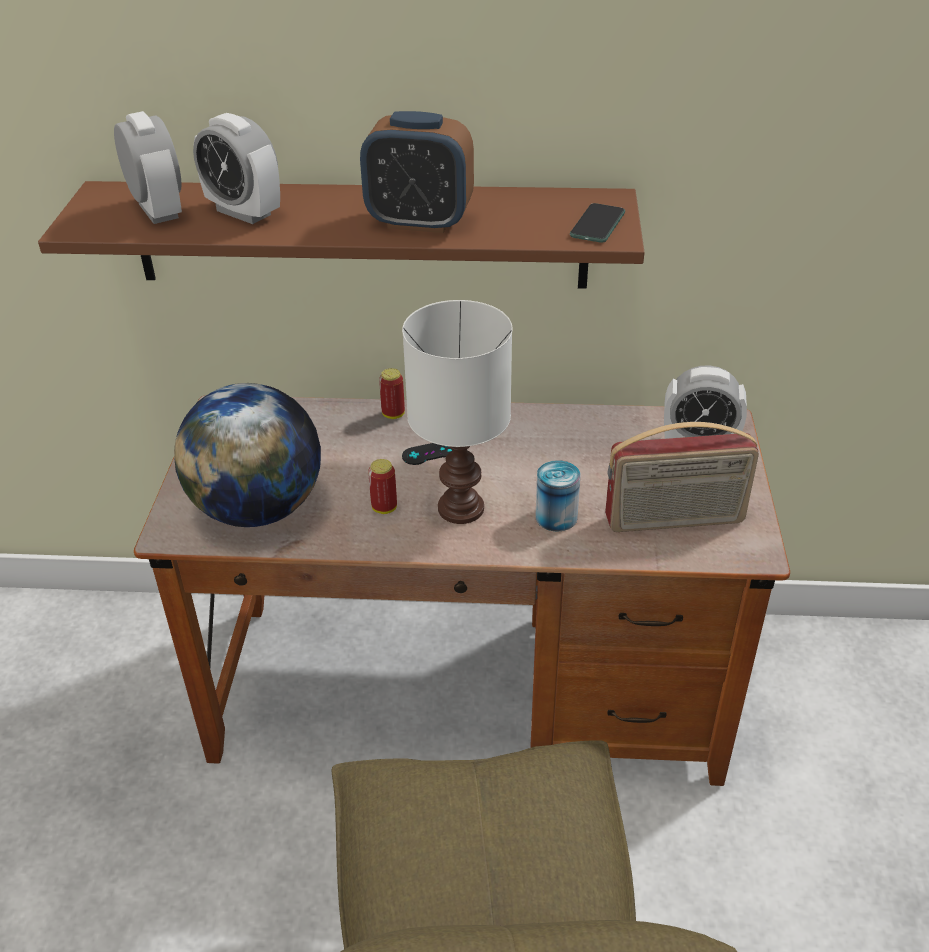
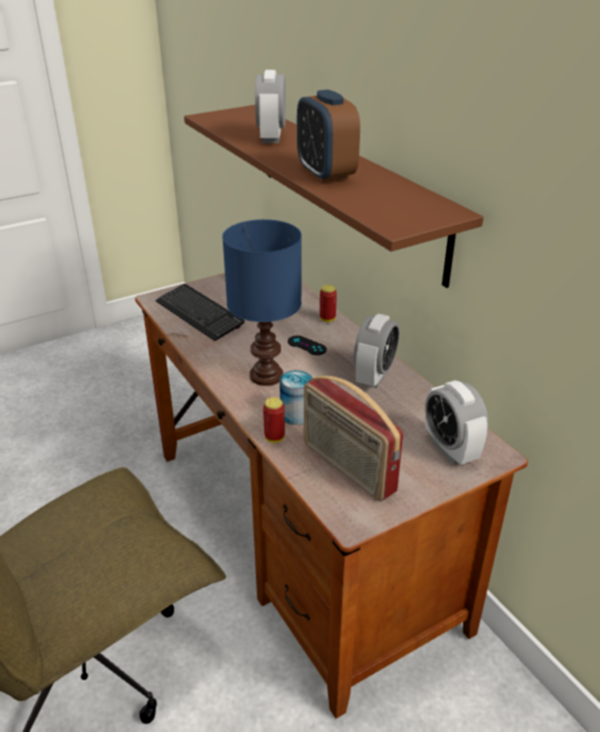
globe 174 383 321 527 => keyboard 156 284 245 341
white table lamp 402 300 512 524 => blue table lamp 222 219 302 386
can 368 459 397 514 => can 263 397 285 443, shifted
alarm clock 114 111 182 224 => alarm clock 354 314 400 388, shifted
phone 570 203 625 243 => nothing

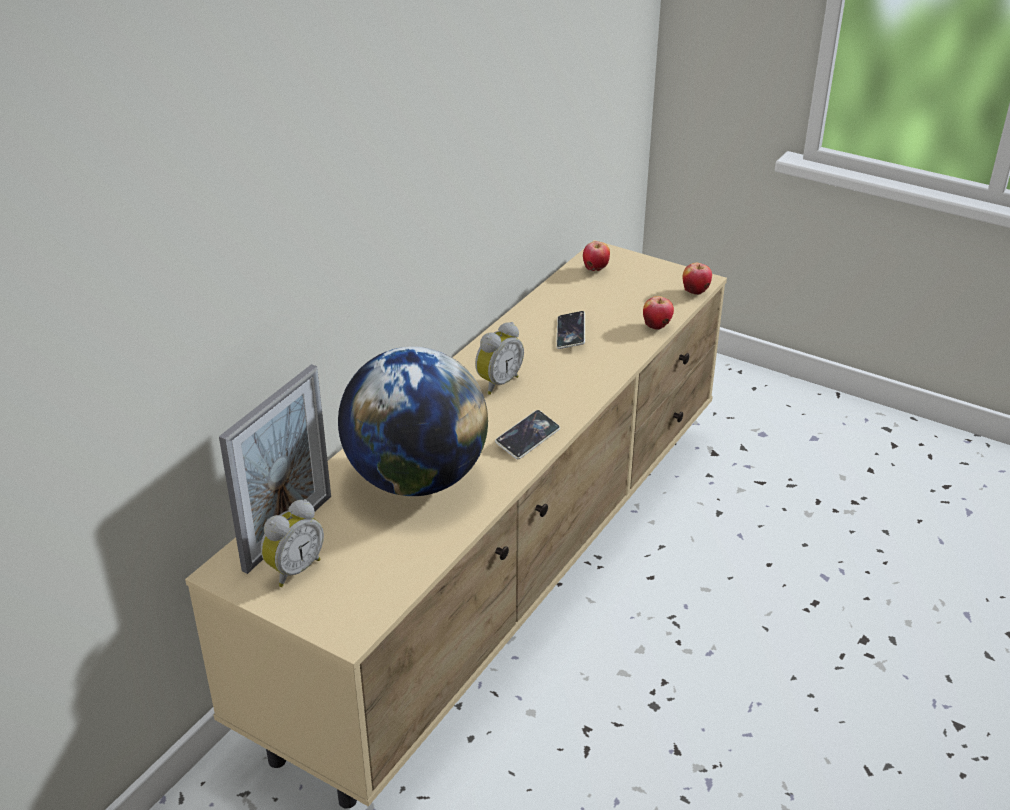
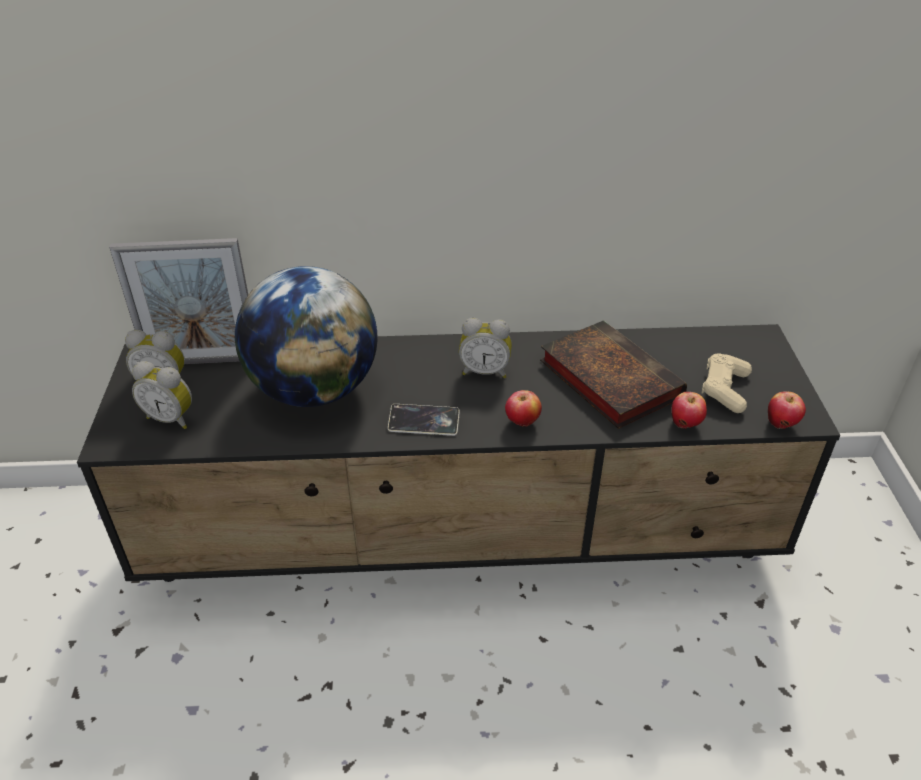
beige tv stand 185 240 727 809 => black tv stand 77 324 840 582
nothing => alarm clock 132 361 192 429
apple 583 241 610 271 => apple 505 390 542 426, shifted
phone 556 311 585 349 => book 540 320 687 429
nothing => beige game controller 701 354 752 413

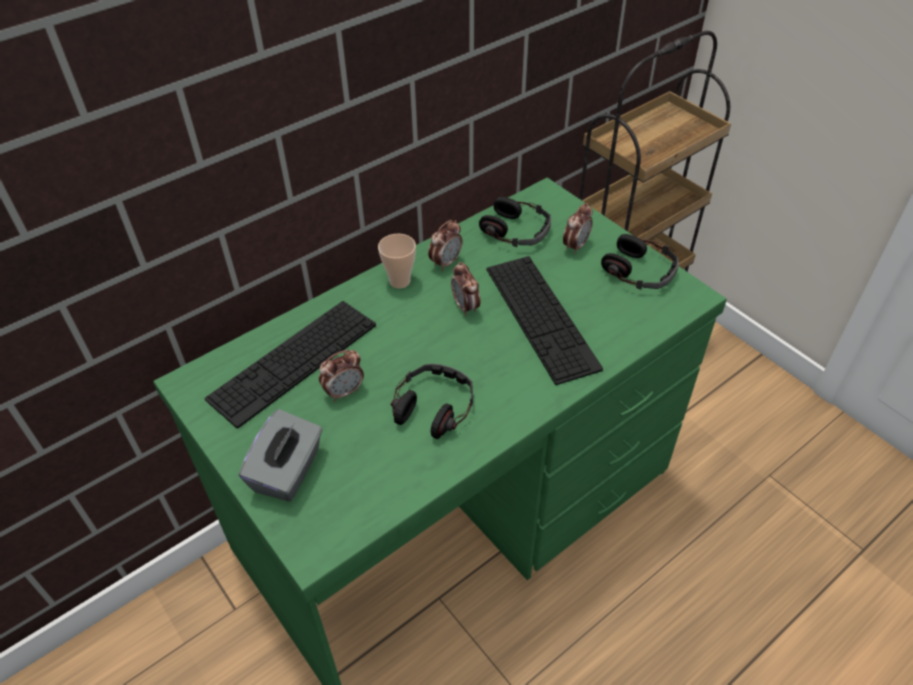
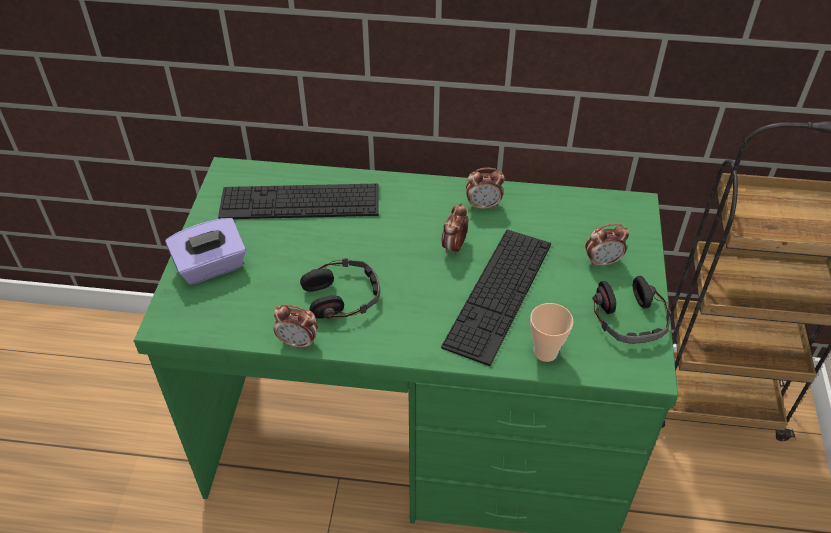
grey tissue box 239 409 322 502 => purple tissue box 165 218 246 285
alarm clock 319 350 364 402 => alarm clock 274 304 318 350, shifted
cup 378 234 416 289 => cup 530 303 573 362, shifted
headphones 479 197 551 247 => nothing

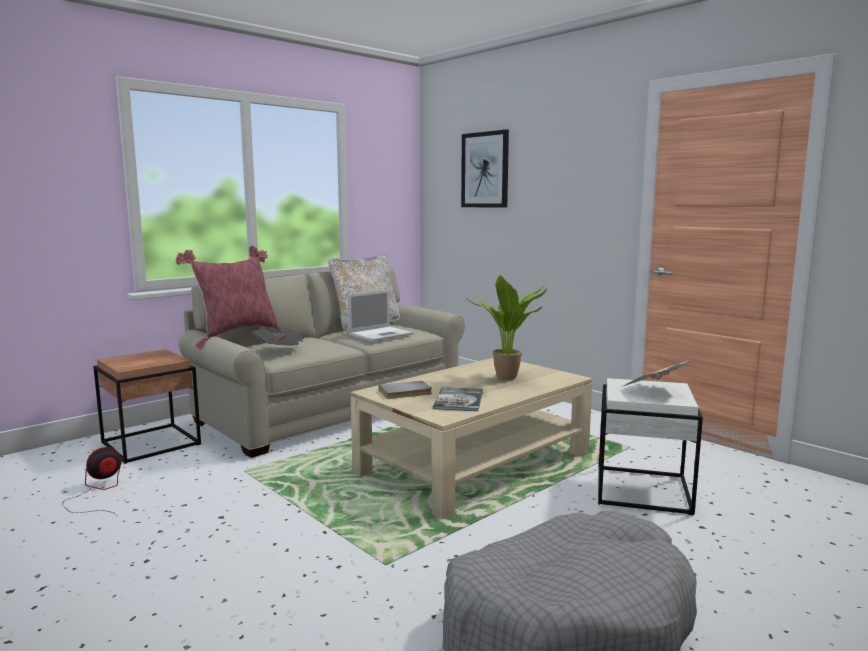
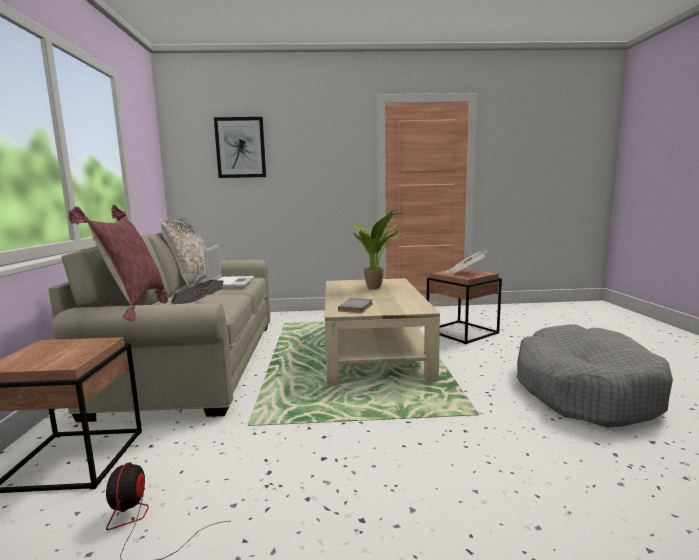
white side table 598 378 703 515 => brown side table 427 269 502 344
book 433 387 483 411 => nothing

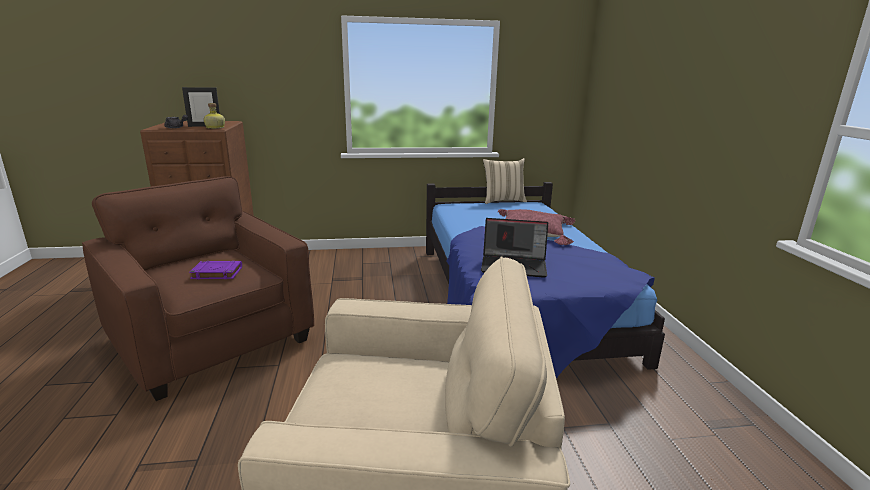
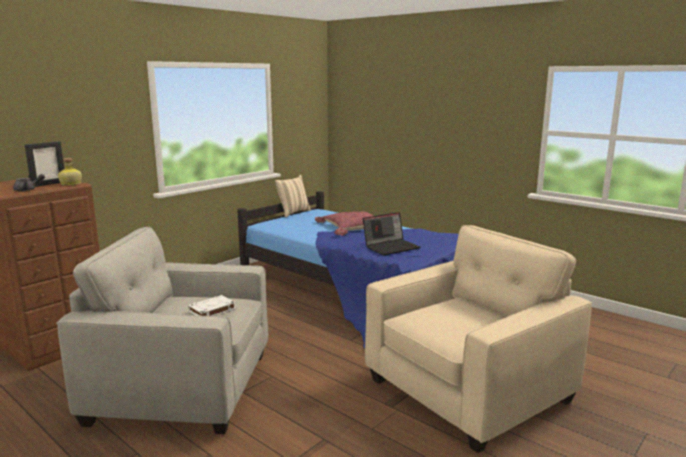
brown armchair 82 176 314 401 => grey armchair 56 227 268 434
purple book 189 261 242 279 => white book 188 295 236 316

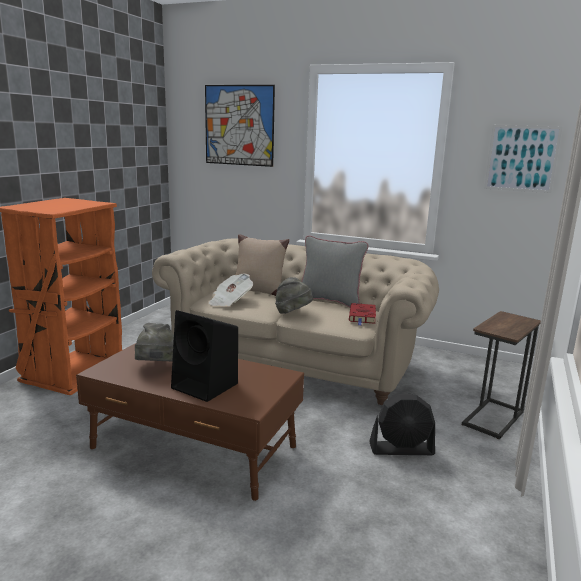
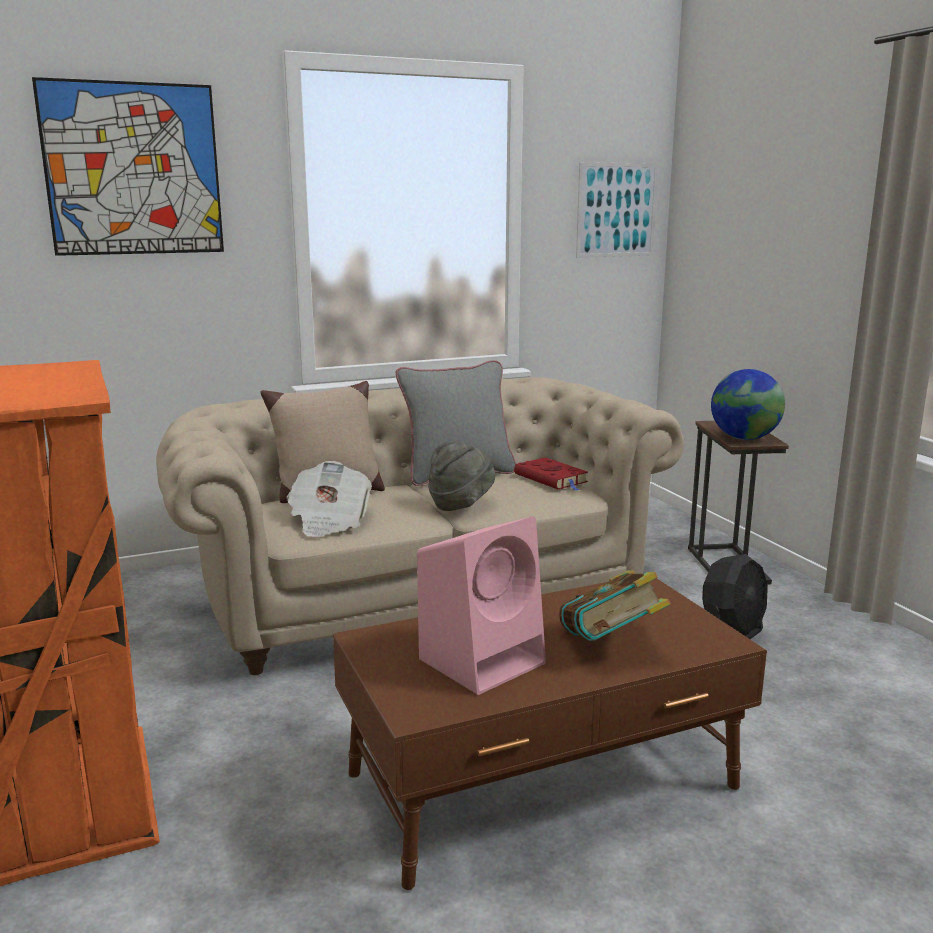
grey hat 135 323 174 361 => pink speaker 417 516 546 695
black speaker 171 310 238 402 => book 559 570 671 641
nothing => globe 711 369 785 440

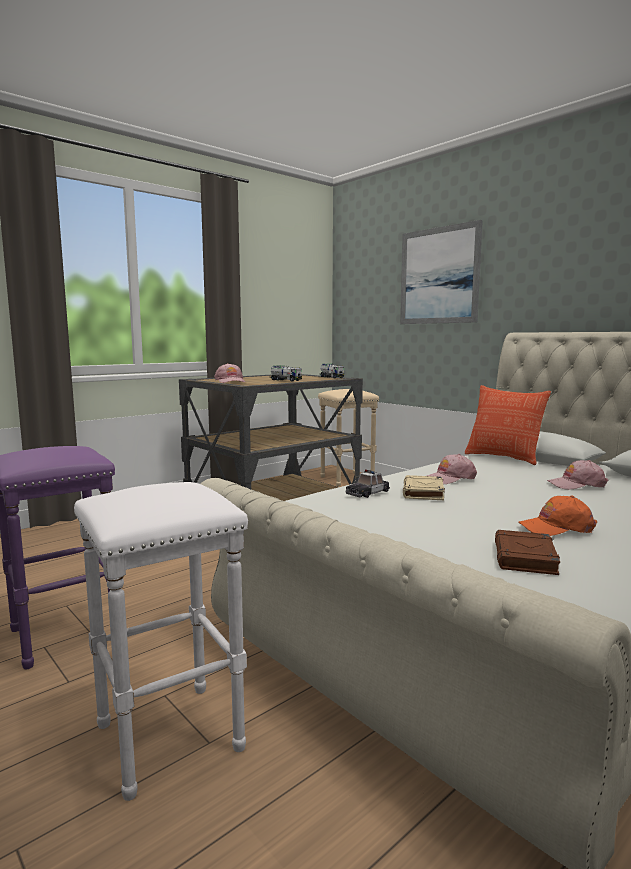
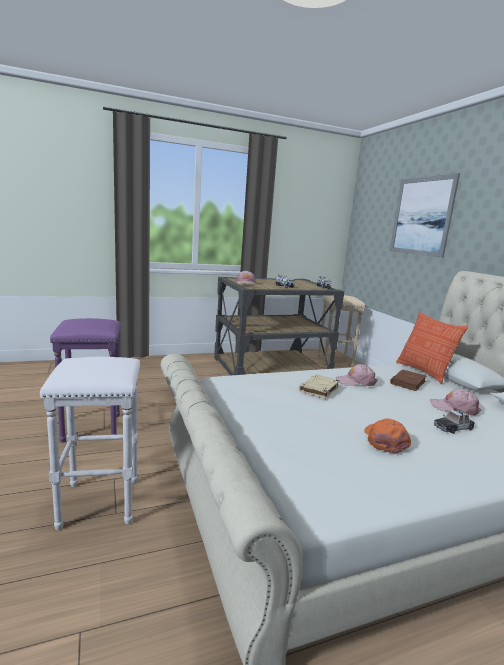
orange cap 518 495 597 536 => orange cap 364 418 411 454, 75 degrees clockwise
brown book 495 530 560 575 => brown book 390 370 426 391, shifted
toy car 345 469 390 498 => toy car 434 408 475 434, shifted

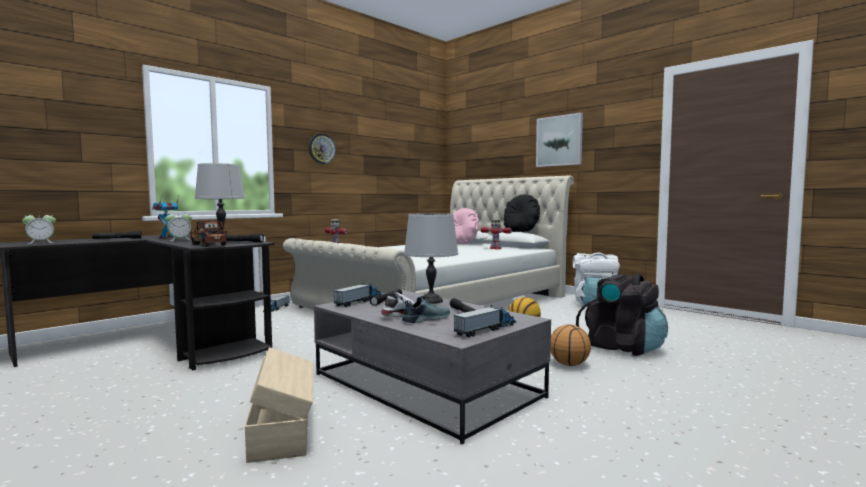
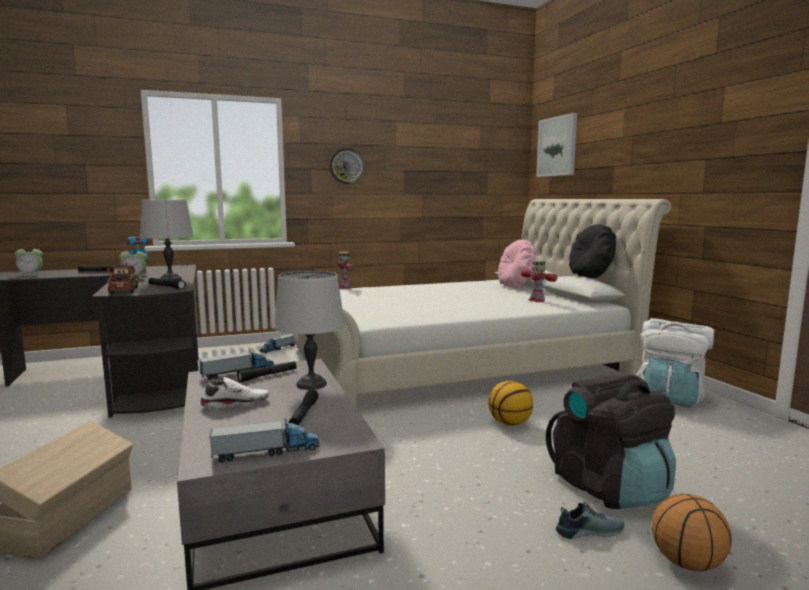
picture 536 112 583 167 => picture 536 113 577 177, shifted
shoe 402 296 450 323 => shoe 556 502 624 539, shifted
basketball 551 324 591 366 => basketball 651 494 732 571, shifted

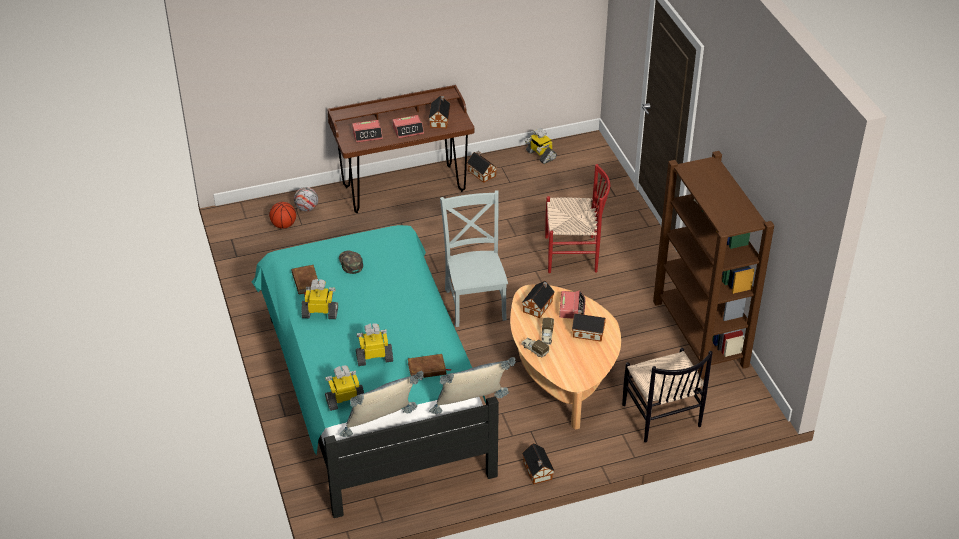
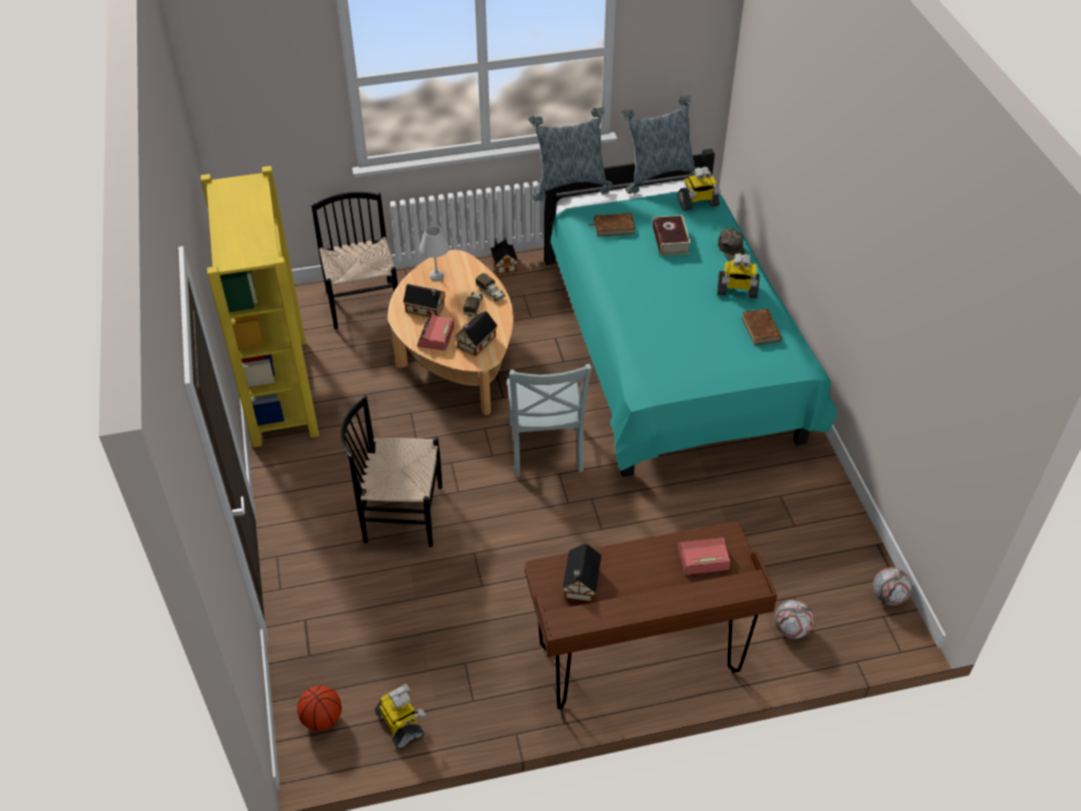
brown bookcase 653 151 774 379 => yellow bookcase 201 166 319 447
basketball 269 202 296 229 => basketball 297 685 342 731, shifted
red chair 545 164 610 273 => black chair 341 395 442 547
nothing => white table lamp 419 226 449 281
toy robot 356 323 393 366 => book 653 215 691 256
green cap 339 251 363 274 => green cap 718 228 747 262, shifted
nothing => football 873 567 912 605
alarm clock 393 115 424 138 => nothing
toy house 467 151 497 183 => nothing

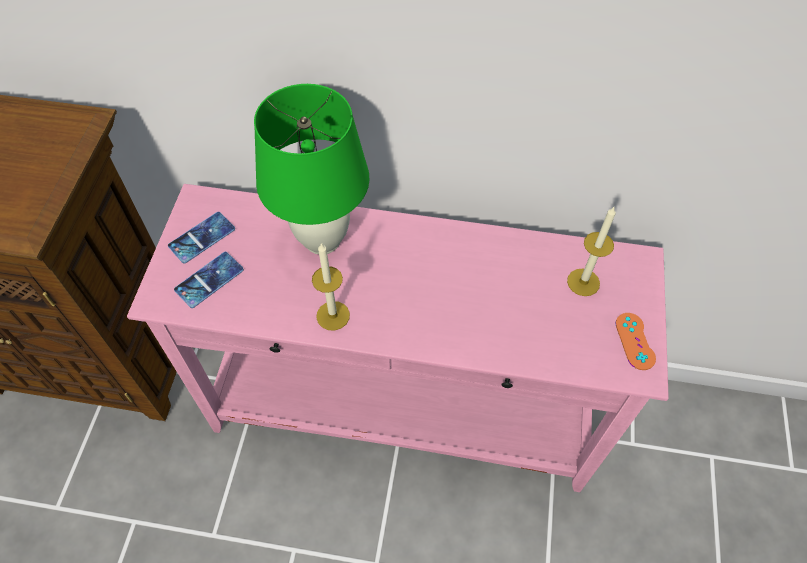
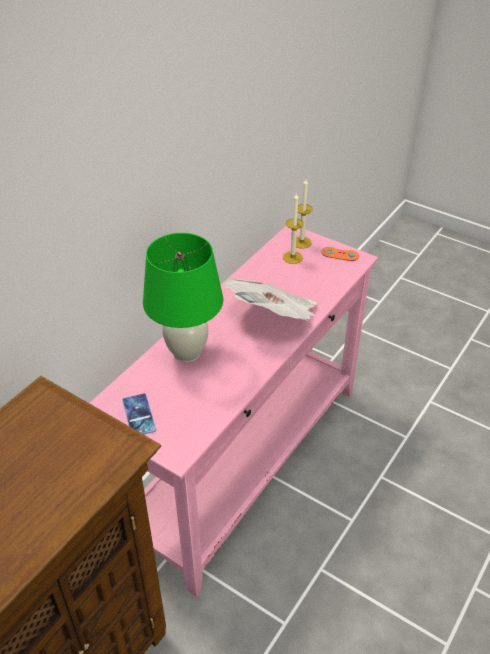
nothing => newspaper 224 278 317 321
candle 312 243 350 330 => candle 296 179 313 249, shifted
phone 174 252 244 308 => nothing

